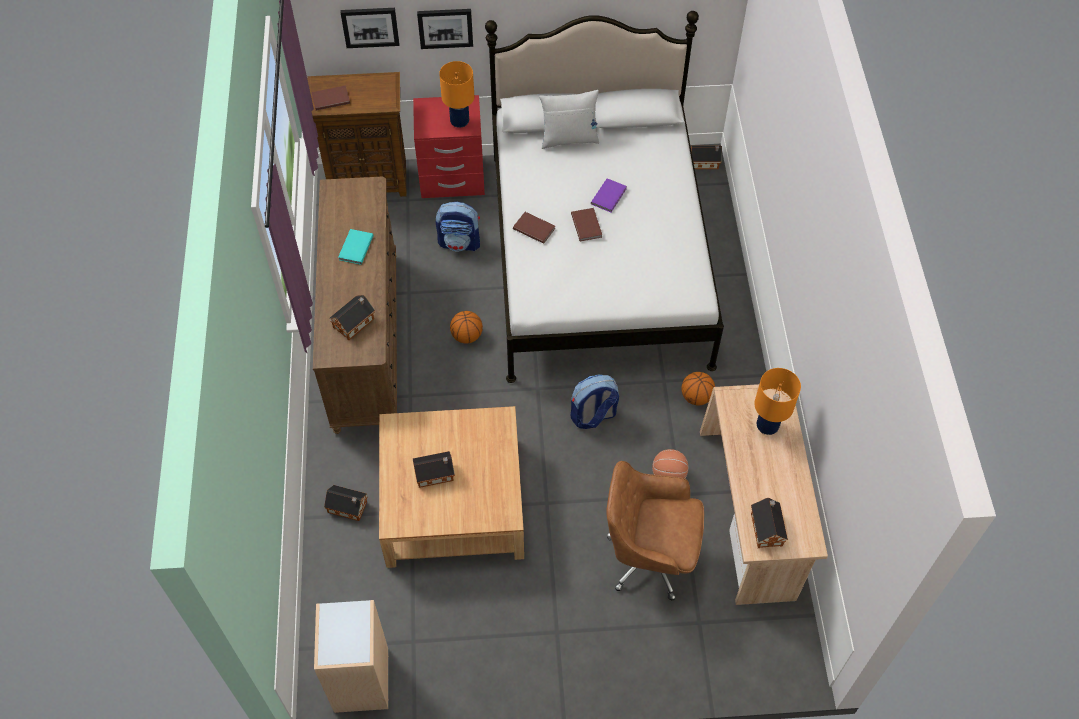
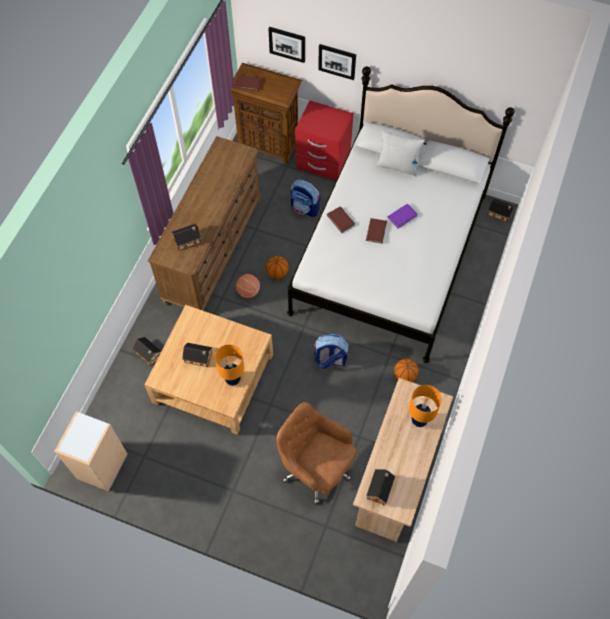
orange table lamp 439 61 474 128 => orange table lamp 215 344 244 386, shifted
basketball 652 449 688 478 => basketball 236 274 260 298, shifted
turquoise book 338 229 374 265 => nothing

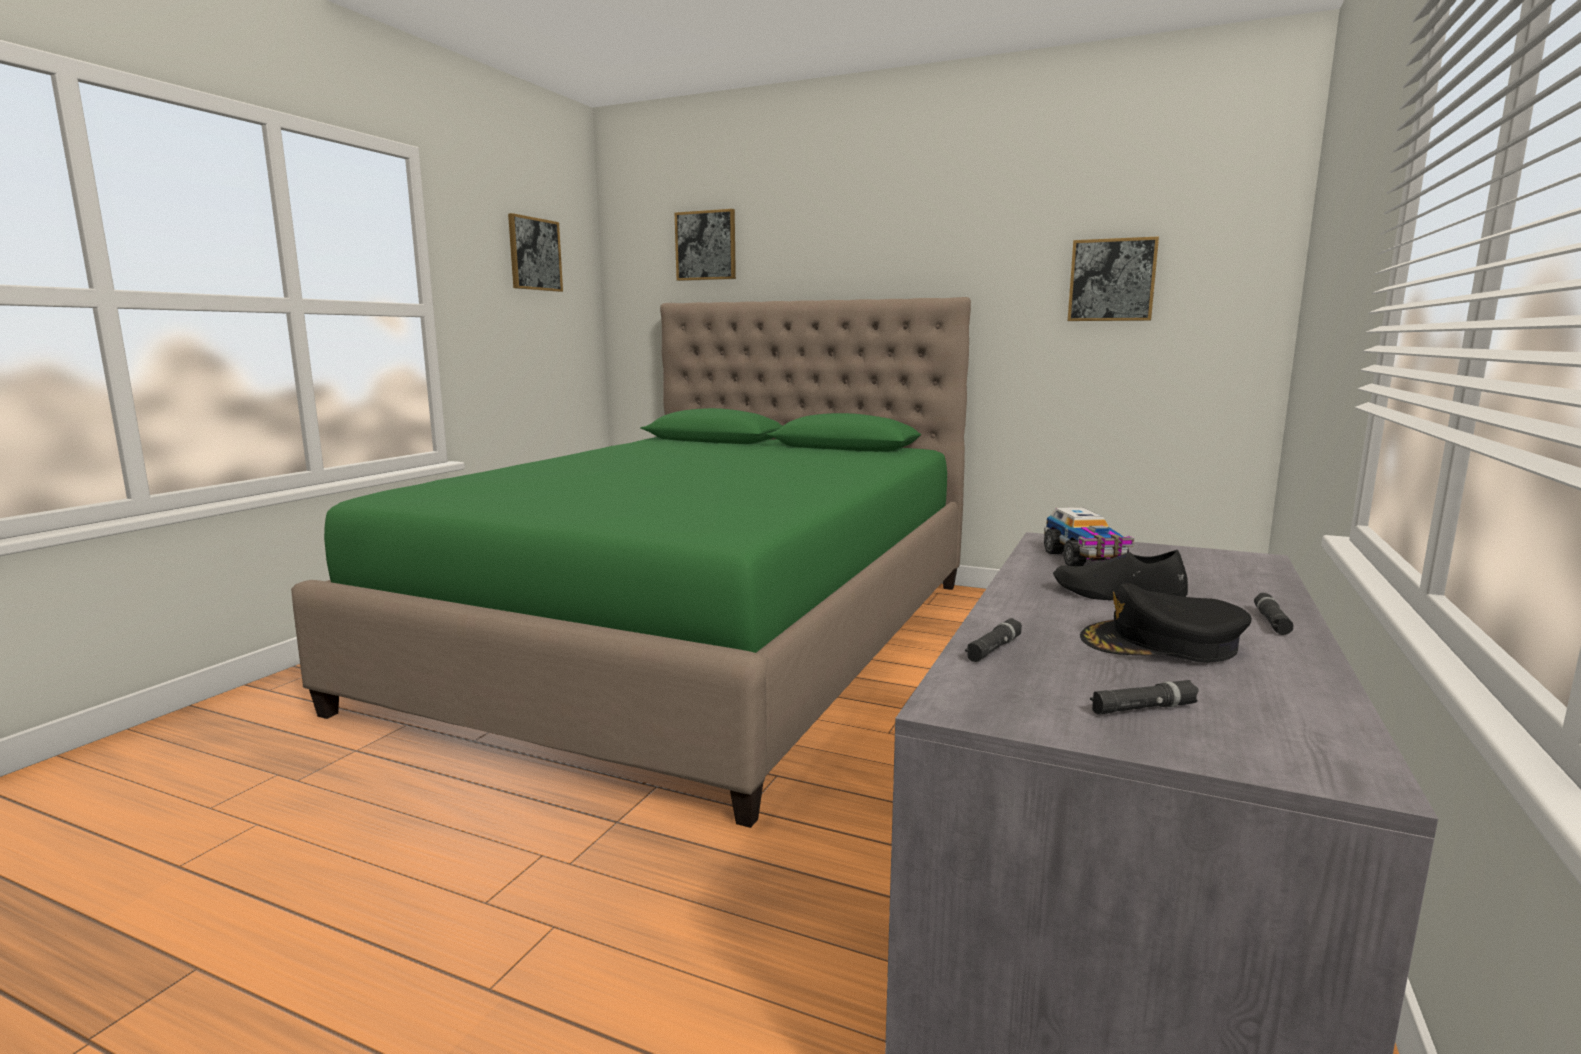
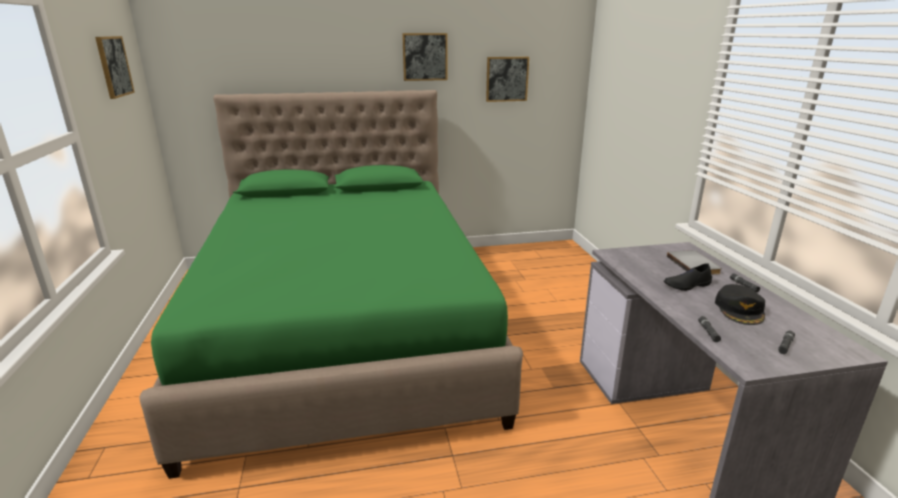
picture 675 209 736 281 => picture 402 33 447 81, shifted
nothing => grey book 667 250 722 275
black cap 1080 583 1252 663 => black cap 715 284 765 325, 45 degrees counterclockwise
toy truck 1044 507 1135 566 => nothing

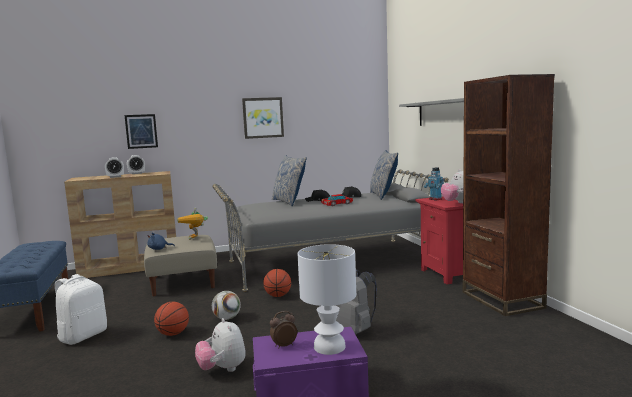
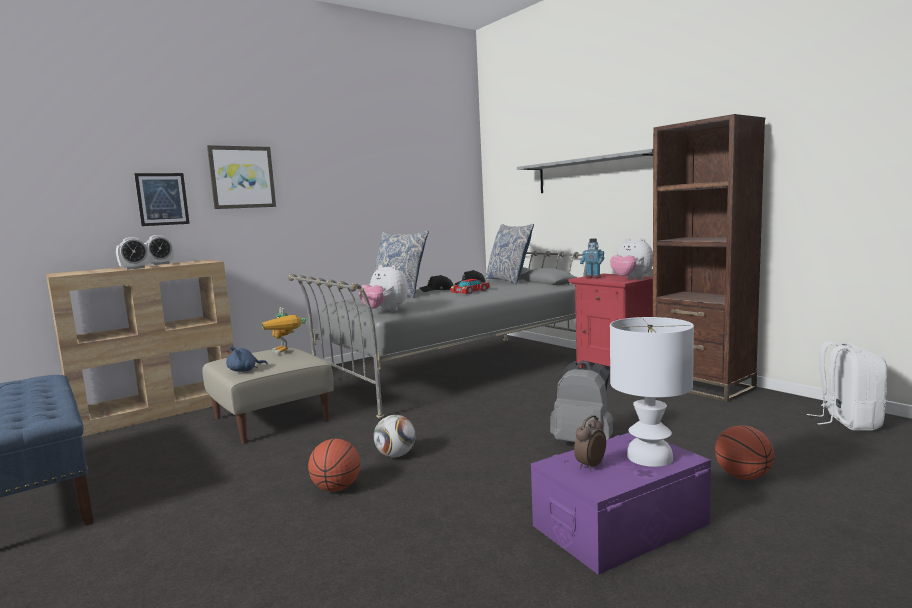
picture 242 97 284 139 => picture 207 145 276 209, shifted
plush toy 195 318 246 372 => plush toy 359 265 408 311, shifted
basketball 263 269 291 297 => basketball 715 425 774 480, shifted
white backpack 55 274 107 345 => white backpack 807 342 888 431, shifted

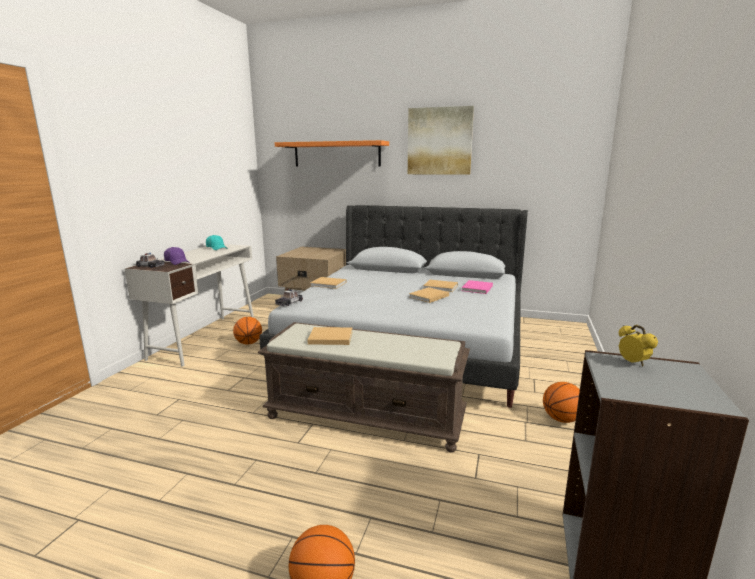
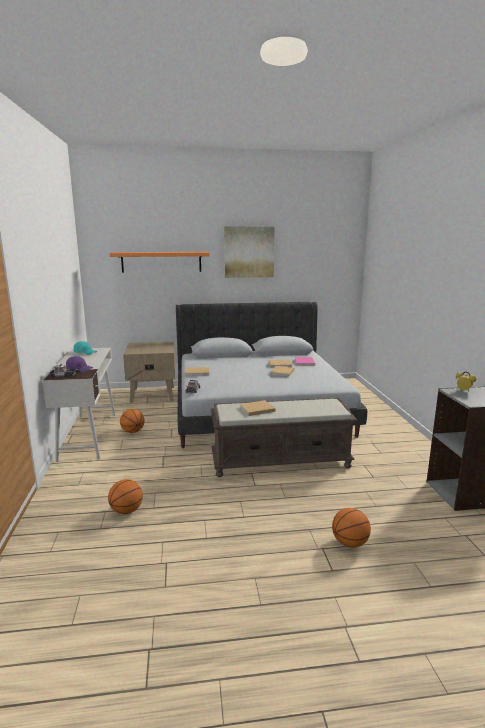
basketball 543 382 580 423 => basketball 108 479 143 514, shifted

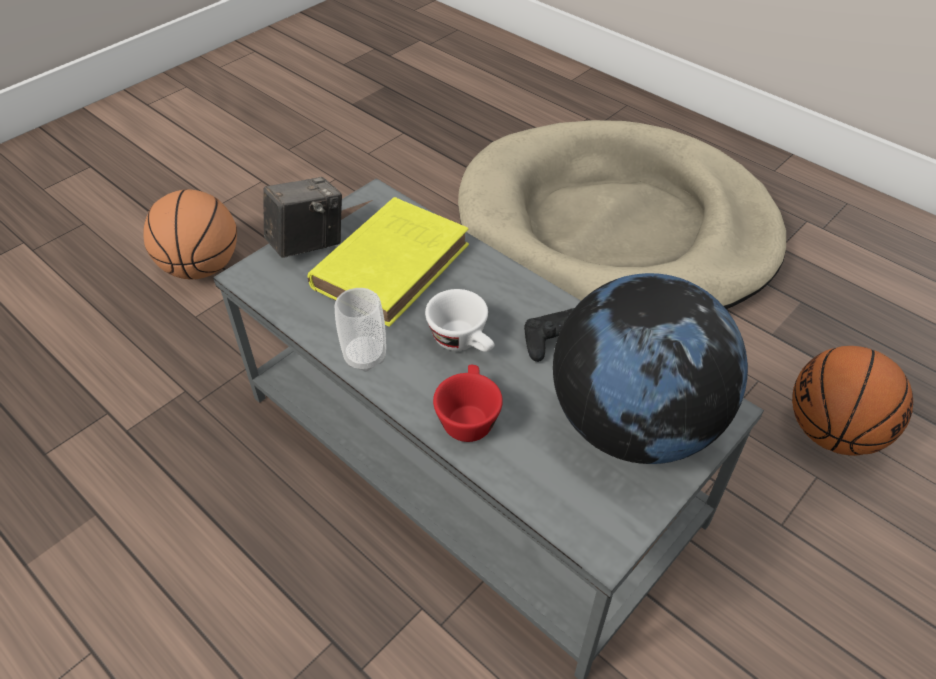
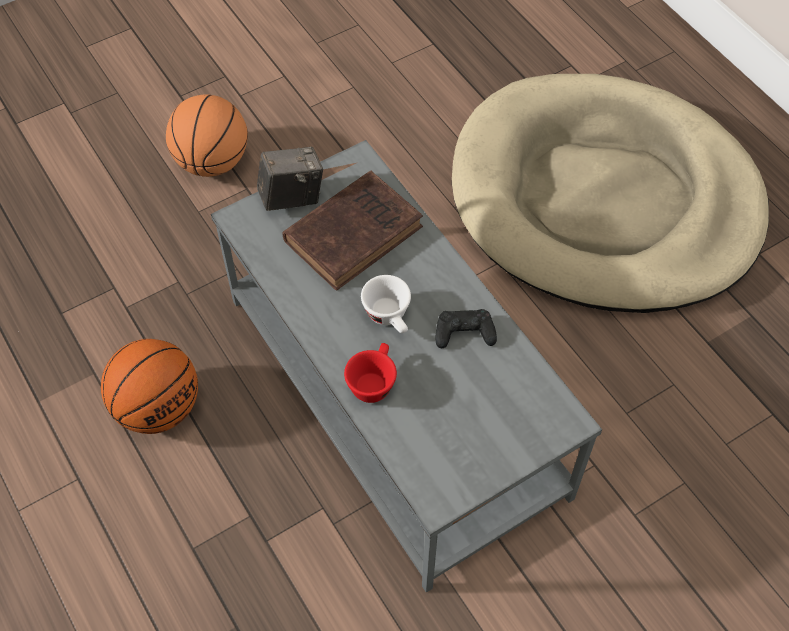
basketball 792 346 913 456 => basketball 101 339 198 434, shifted
yellow book 308 197 469 327 => brown book 282 171 423 291
cup 335 288 386 372 => nothing
globe 553 273 748 464 => nothing

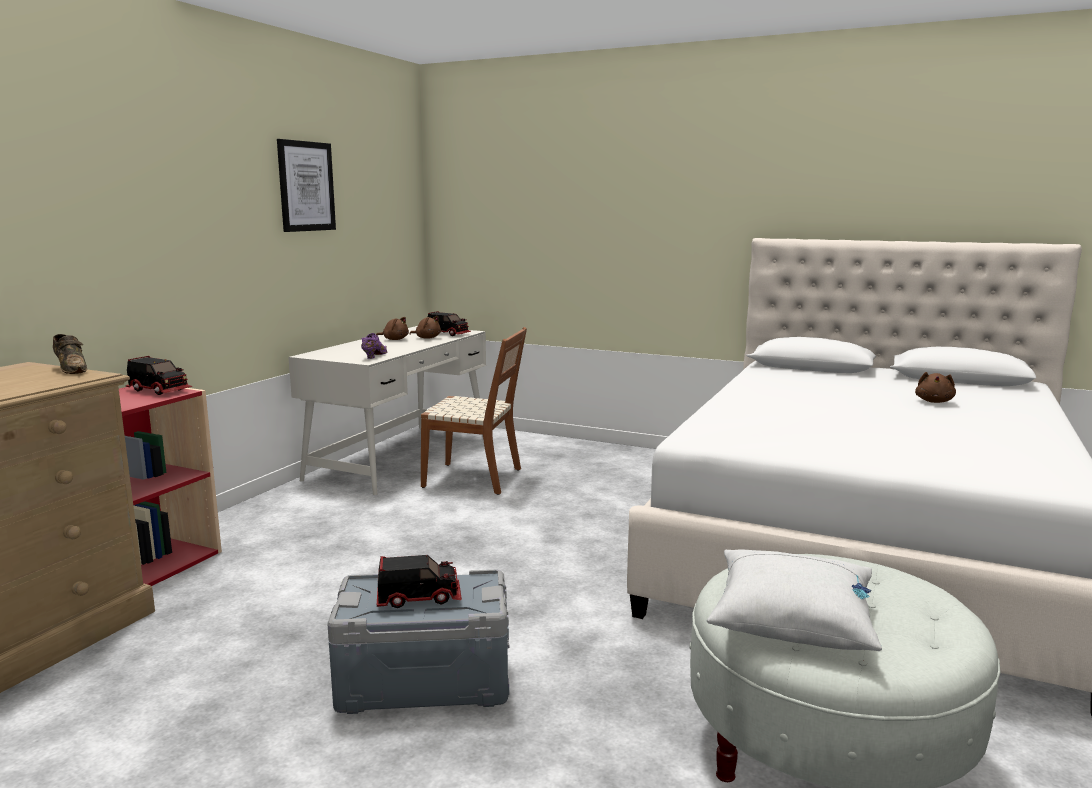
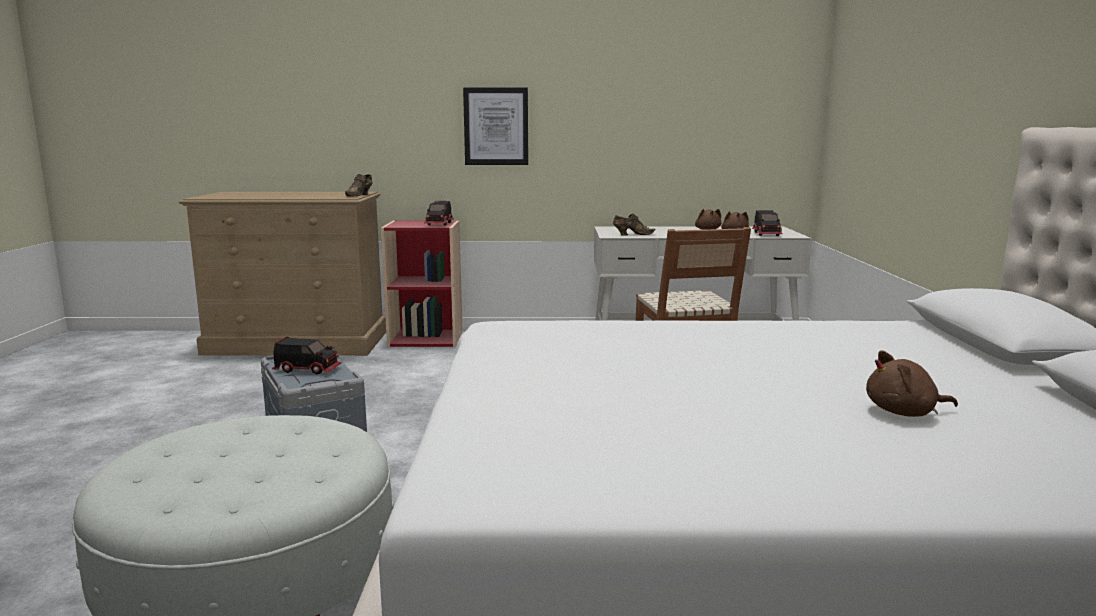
toy truck 377 555 462 608 => toy truck 272 337 342 375, 45 degrees counterclockwise
picture 277 139 336 232 => picture 463 88 528 165, shifted
purple shoe 361 333 387 359 => brown shoe 613 213 655 236
grey pillow 707 549 882 651 => nothing

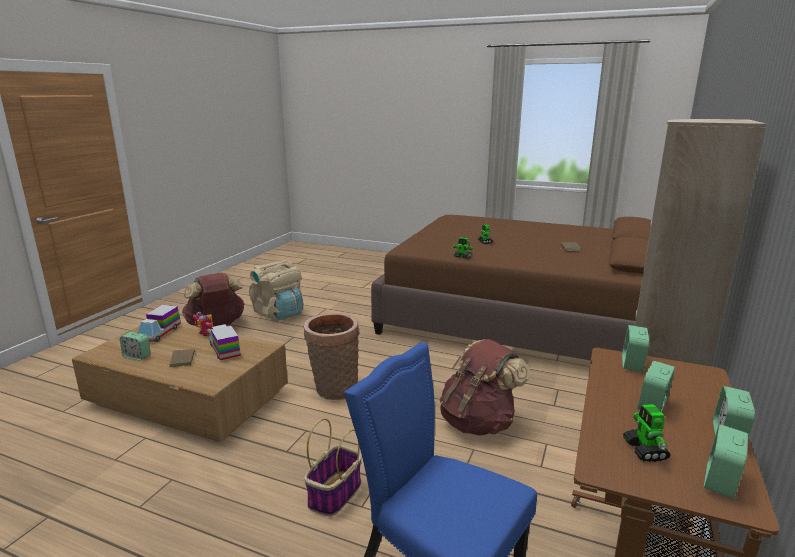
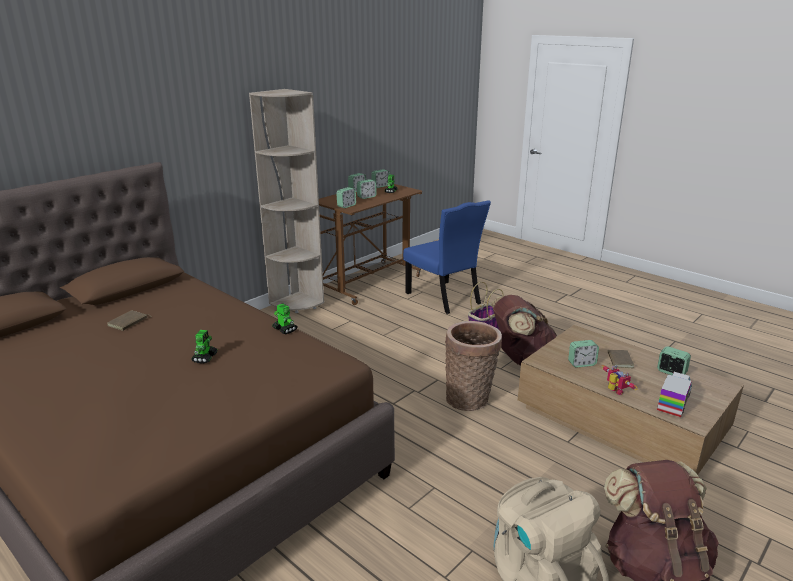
brown backpack 439 339 530 435 => brown backpack 490 295 557 365, shifted
toy truck 209 324 241 361 => alarm clock 568 340 599 368

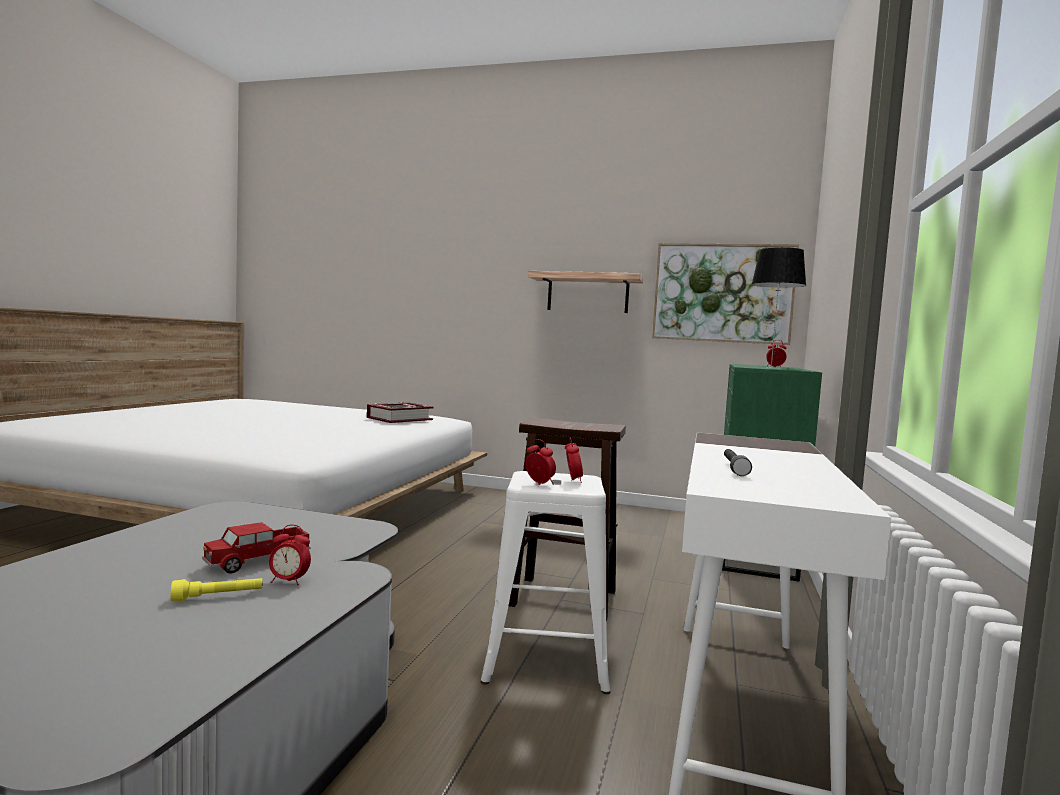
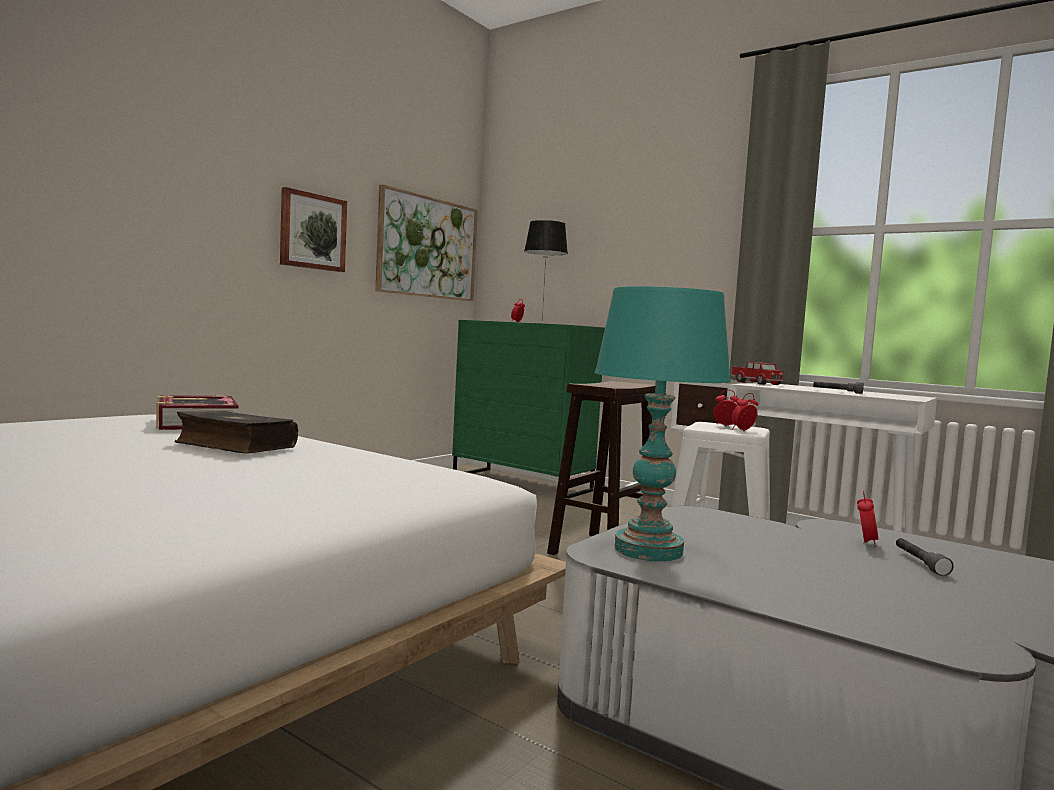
nothing => book 175 411 298 454
shelf 528 271 644 313 => picture 280 187 347 272
nothing => turquoise table lamp 595 286 731 561
toy truck 202 522 311 573 => toy truck 731 362 783 385, shifted
yellow flashlight 171 578 262 601 => grey flashlight 896 538 954 576

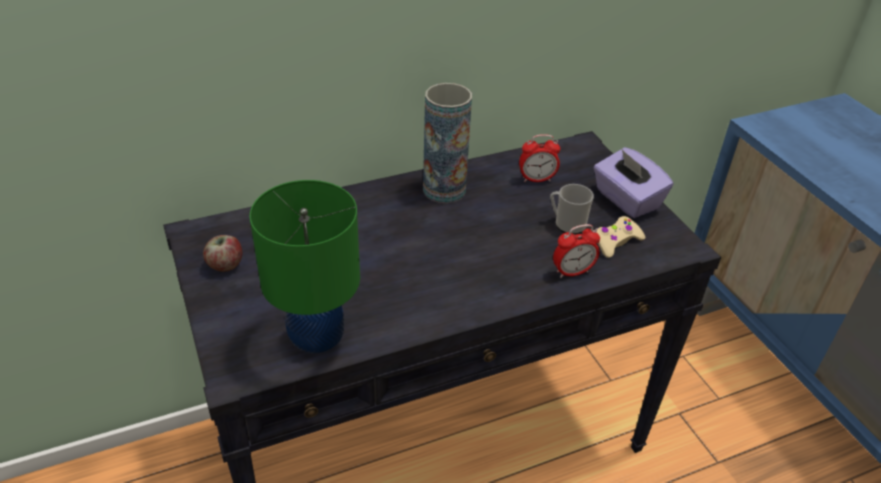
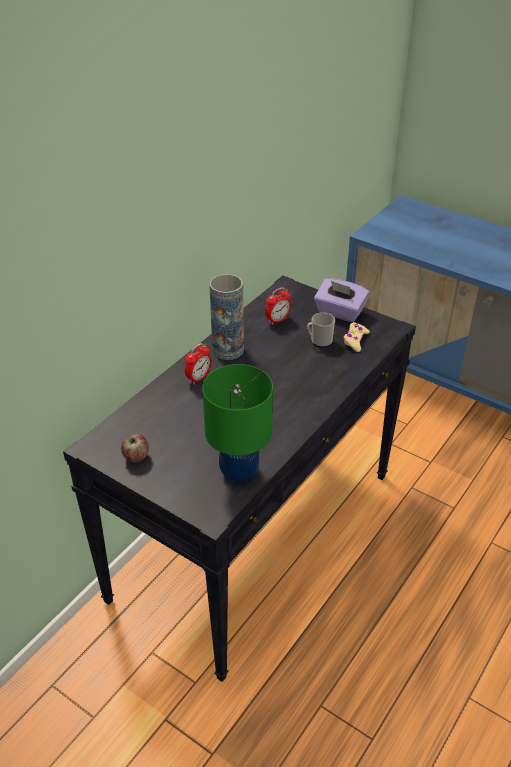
alarm clock 553 224 600 278 => alarm clock 185 343 212 384, shifted

